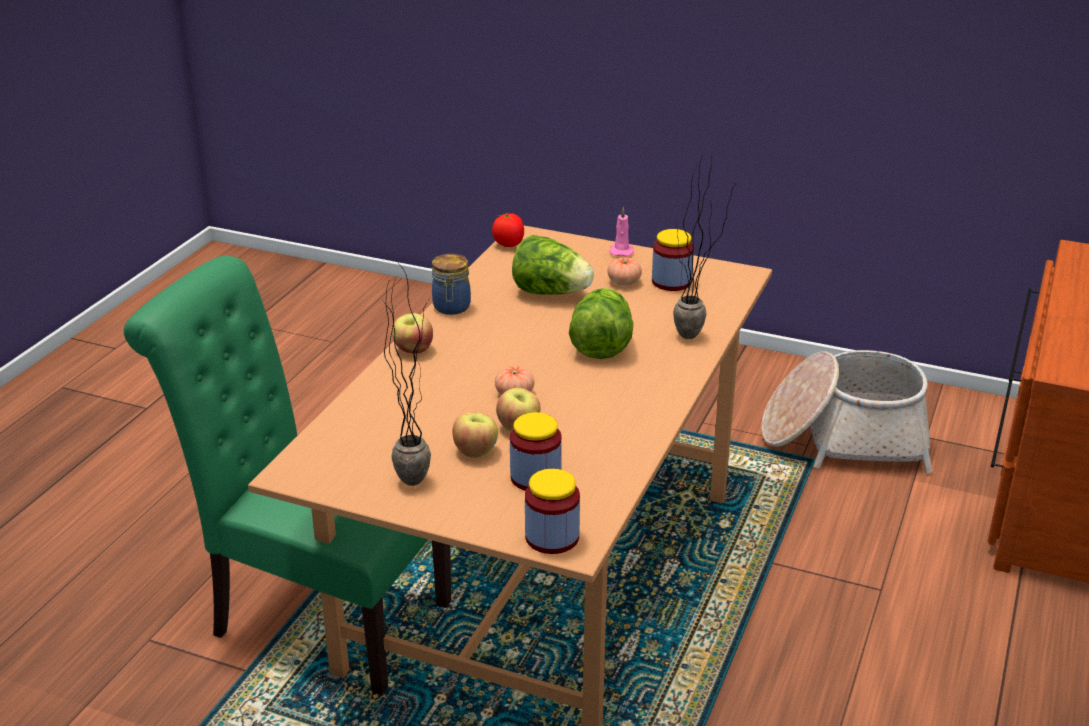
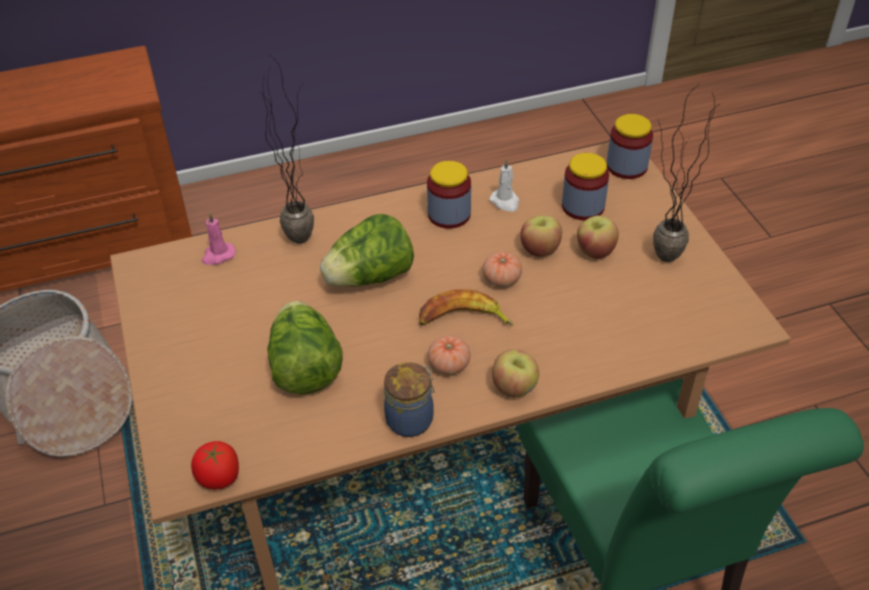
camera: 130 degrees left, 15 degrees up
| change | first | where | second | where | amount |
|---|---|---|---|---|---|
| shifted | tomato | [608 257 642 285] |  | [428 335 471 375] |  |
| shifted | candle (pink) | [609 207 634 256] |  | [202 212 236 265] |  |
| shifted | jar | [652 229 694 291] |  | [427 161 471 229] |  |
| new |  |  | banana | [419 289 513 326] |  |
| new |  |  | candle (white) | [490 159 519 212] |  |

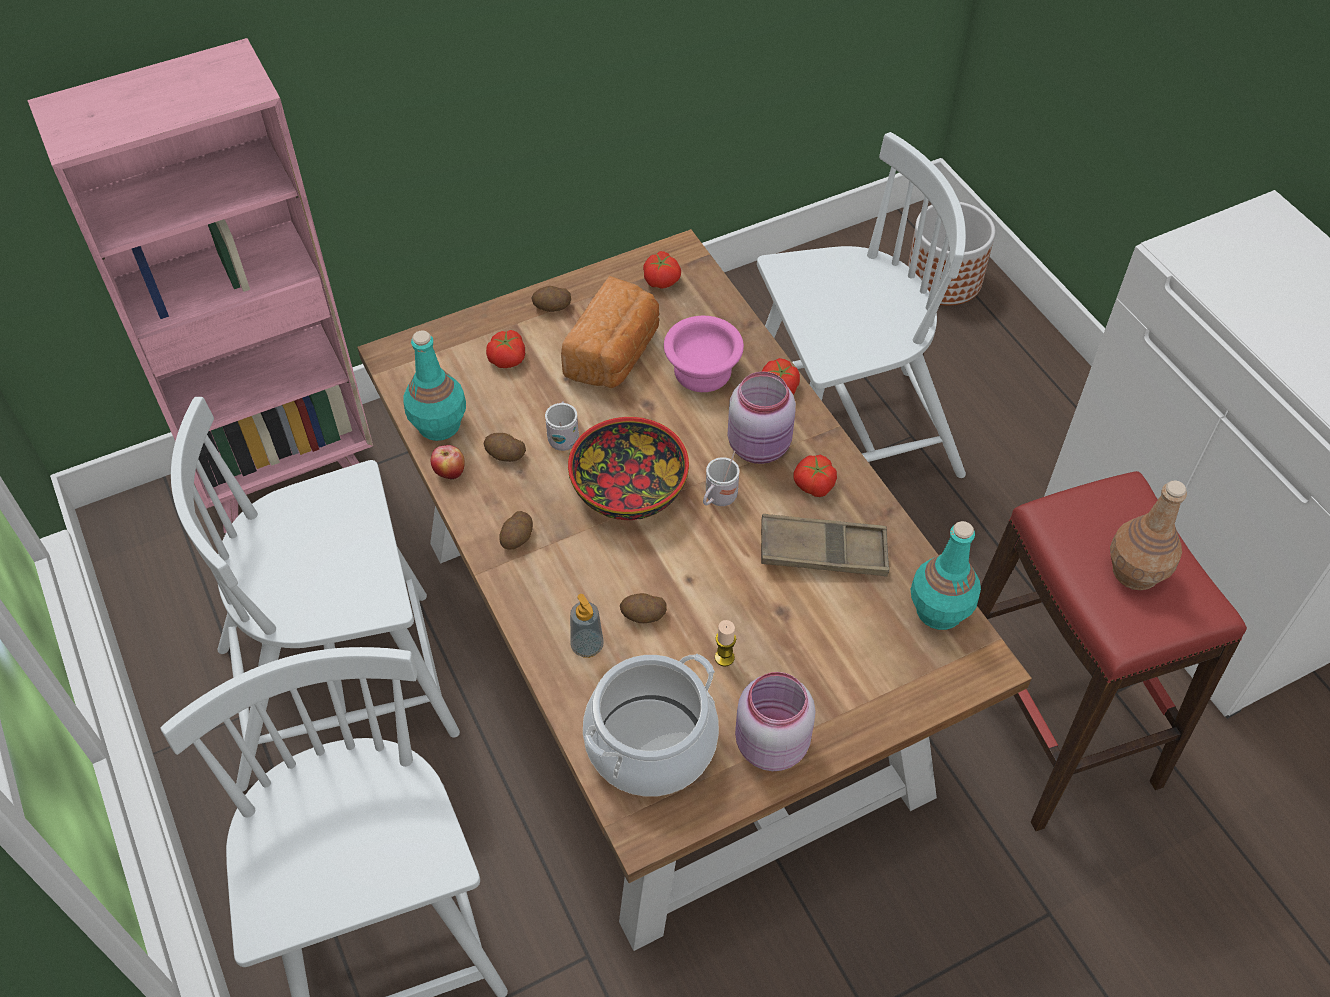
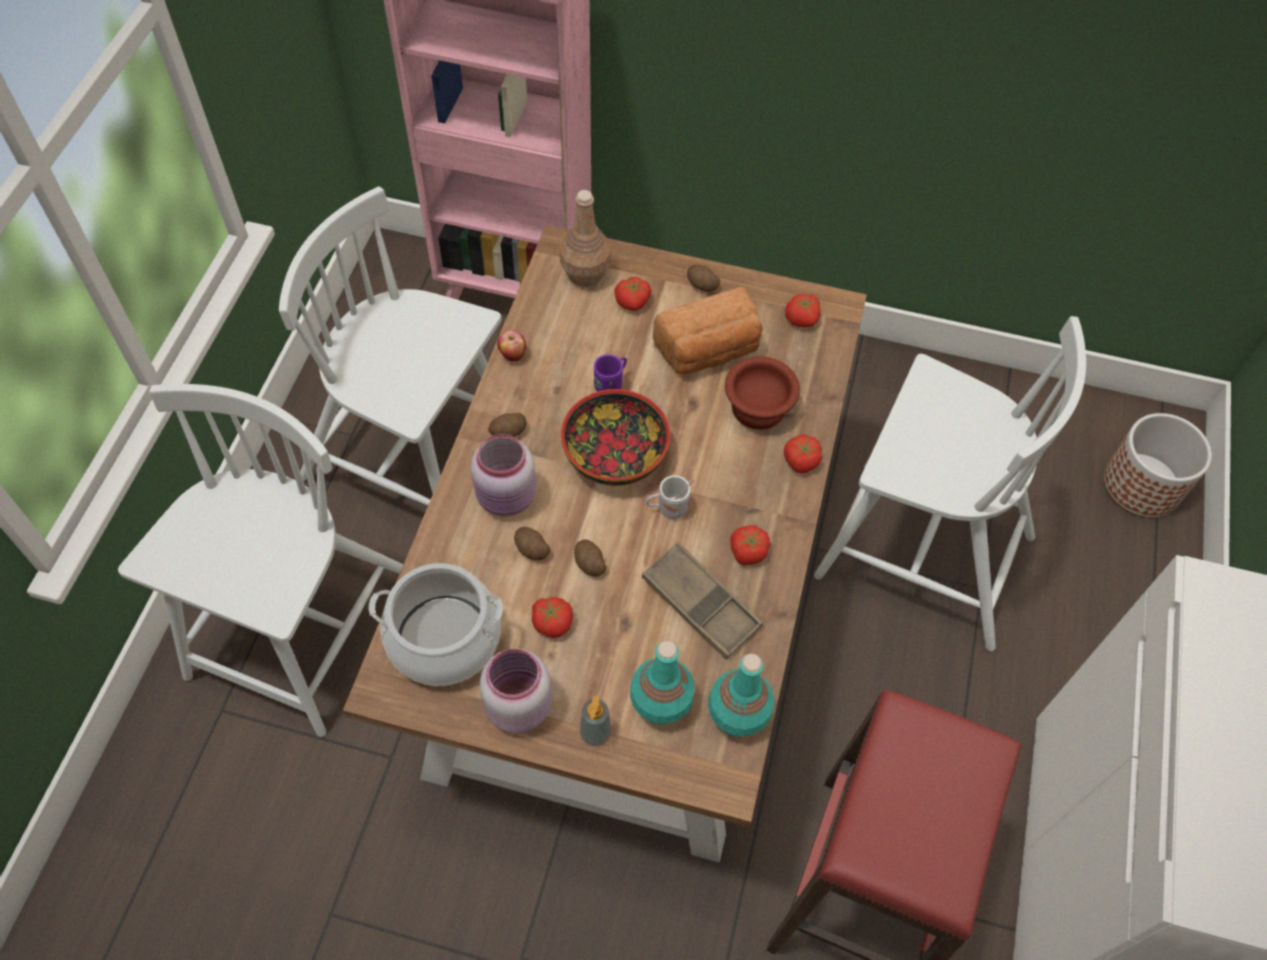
camera: 40 degrees right, 5 degrees up
| change | first | where | second | where | amount |
|---|---|---|---|---|---|
| shifted | bottle (turquoise) | [403 330 466 441] |  | [630 641 695 725] |  |
| shifted | potato | [484 433 526 462] |  | [574 540 606 577] |  |
| repainted | mug (white) | [545 401 579 451] | mug (purple) | [594 354 627 392] |  |
| shifted | soap dispenser | [570 594 604 658] |  | [580 696 611 746] |  |
| repainted | bowl (pink) | [664 316 744 392] | bowl (brown) | [725 356 800 430] |  |
| swapped | candle | [715 620 736 667] | tomato | [532 597 573 638] |  |
| shifted | jar (pink) | [728 371 796 464] |  | [471 434 536 517] |  |
| shifted | bottle (brown) | [1110 480 1187 590] |  | [560 190 611 287] |  |

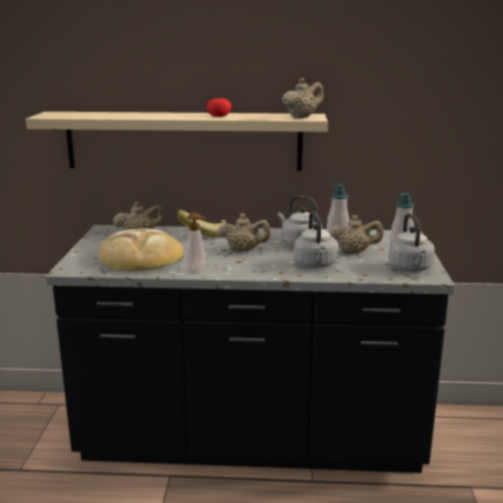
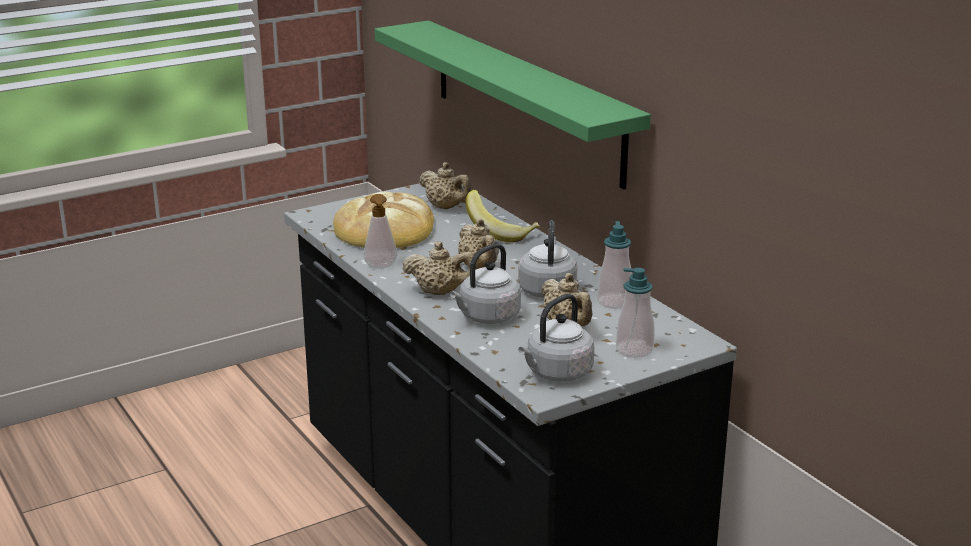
camera: 55 degrees right, 5 degrees up
| change | first | where | second | where | amount |
|---|---|---|---|---|---|
| repainted | shelf (beige) | [26 112 328 171] | shelf (green) | [374 20 651 189] |  |
| gone | tomato | [207 98 232 117] |  |  |  |
| shifted | teapot (beige) | [282 78 324 118] |  | [402 242 478 295] |  |

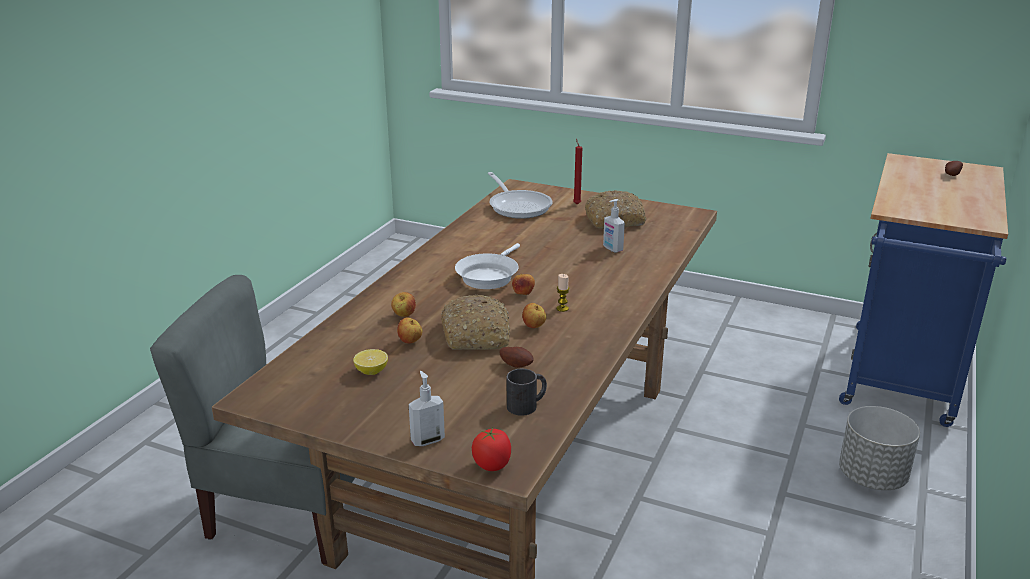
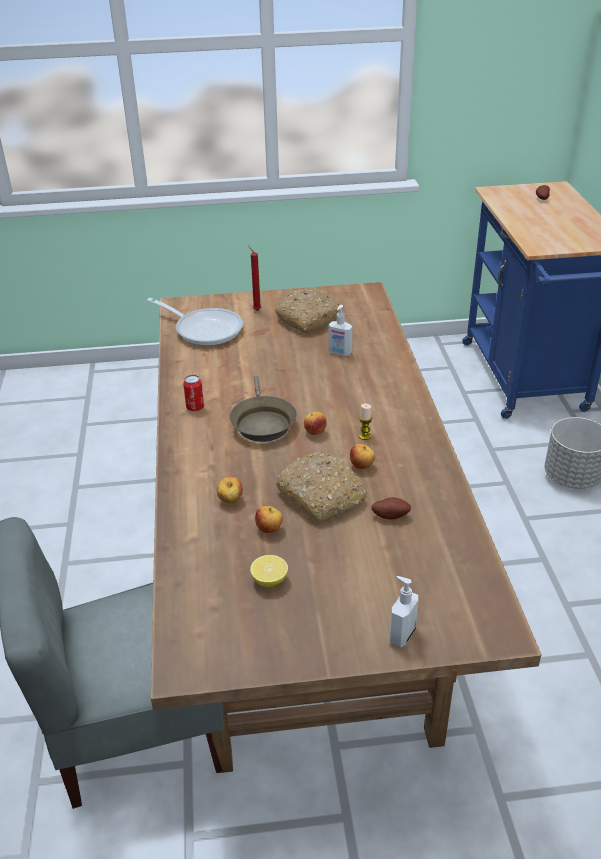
camera: 30 degrees left, 10 degrees up
| change | first | where | second | where | amount |
|---|---|---|---|---|---|
| repainted | frying pan (white) | [455 243 520 289] | frying pan (brown) | [230 375 297 442] |  |
| gone | tomato | [472 428 511 471] |  |  |  |
| gone | mug (black) | [507 369 547 416] |  |  |  |
| new |  |  | can | [183 375 204 411] |  |

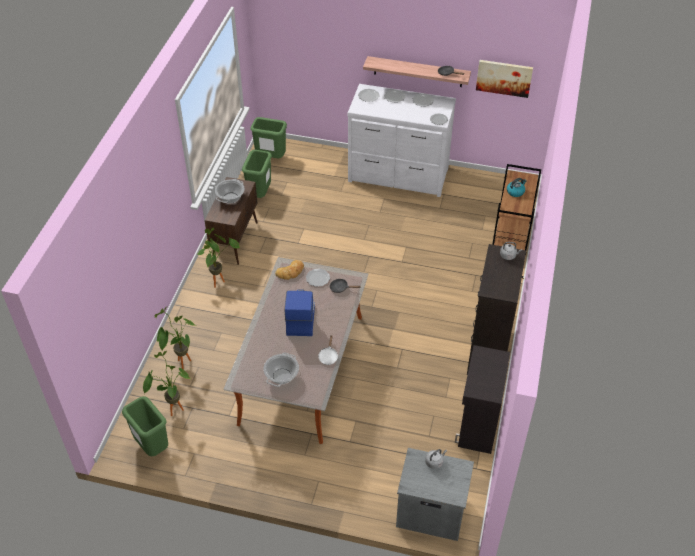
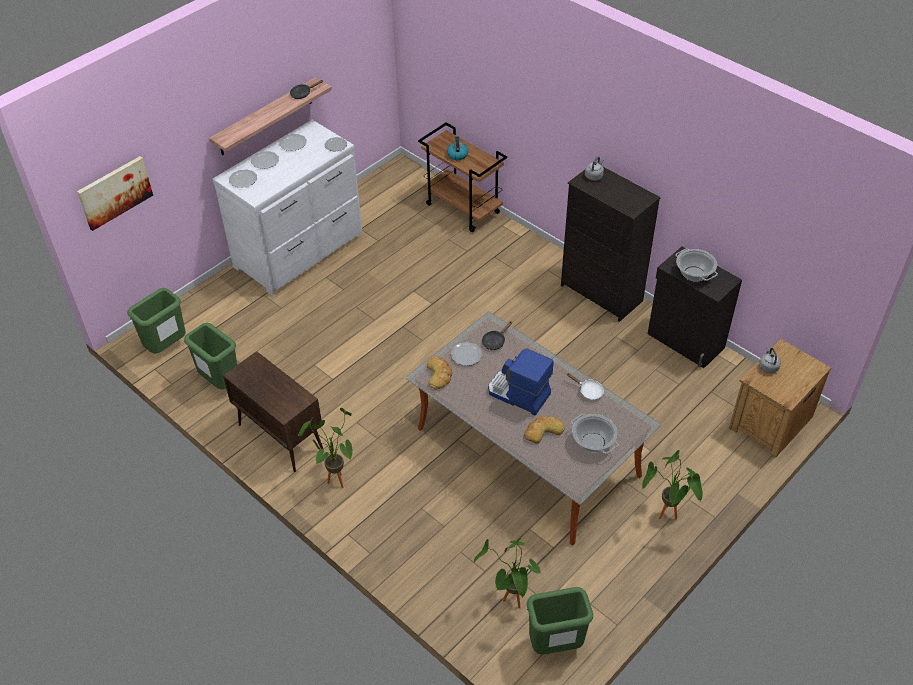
camera: 60 degrees left, 0 degrees up
| change | first | where | second | where | amount |
|---|---|---|---|---|---|
| shifted | potted plant | [154 307 195 369] |  | [642 450 703 519] |  |
| shifted | cooking pot | [215 179 245 203] |  | [675 249 718 282] |  |
| repainted | nightstand (grey) | [396 448 474 541] | nightstand (brown) | [729 339 831 458] |  |
| shifted | picture | [476 60 533 98] |  | [77 156 153 231] |  |
| new |  |  | bread | [524 416 565 444] |  |

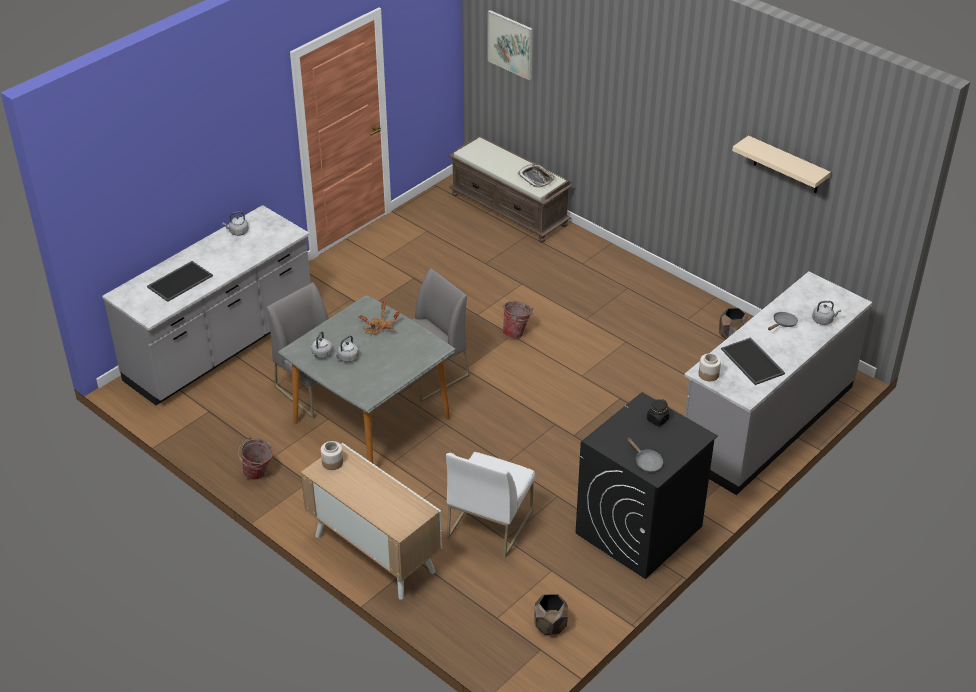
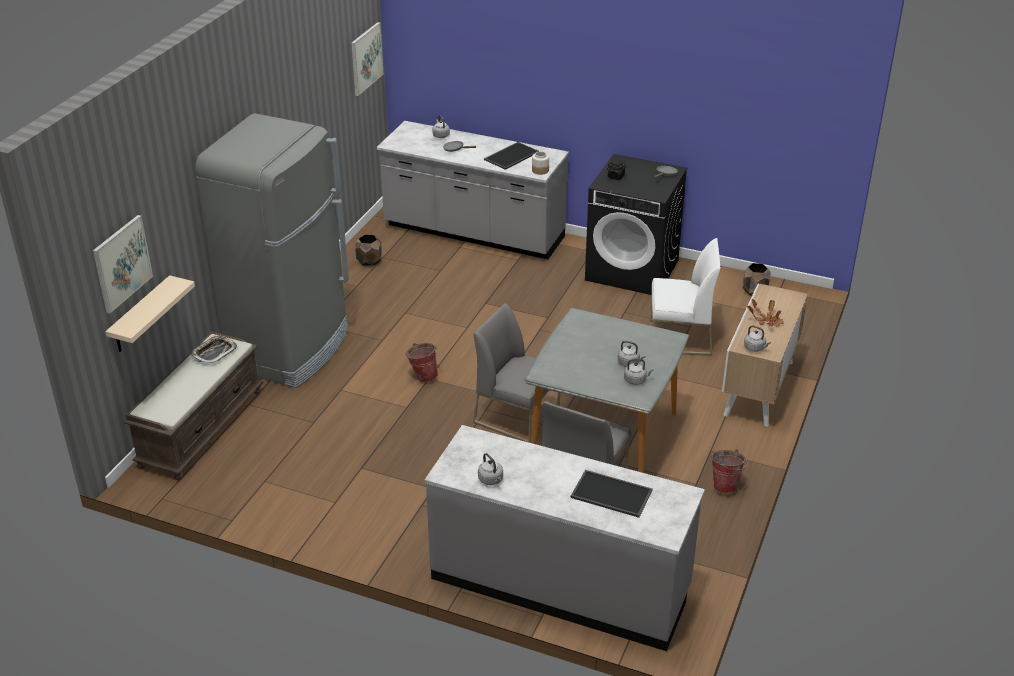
camera: 110 degrees left, 5 degrees down
| change | first | where | second | where | amount |
|---|---|---|---|---|---|
| swapped | jar | [321 441 343 470] | kettle (grey) | [744 325 771 352] |  |
| shifted | potted plant | [359 300 400 335] |  | [747 299 784 327] |  |
| shifted | shelf (beige) | [732 135 831 193] |  | [105 275 195 352] |  |
| new |  |  | fridge (grey) | [195 113 349 388] |  |
| new |  |  | picture | [351 22 383 96] |  |

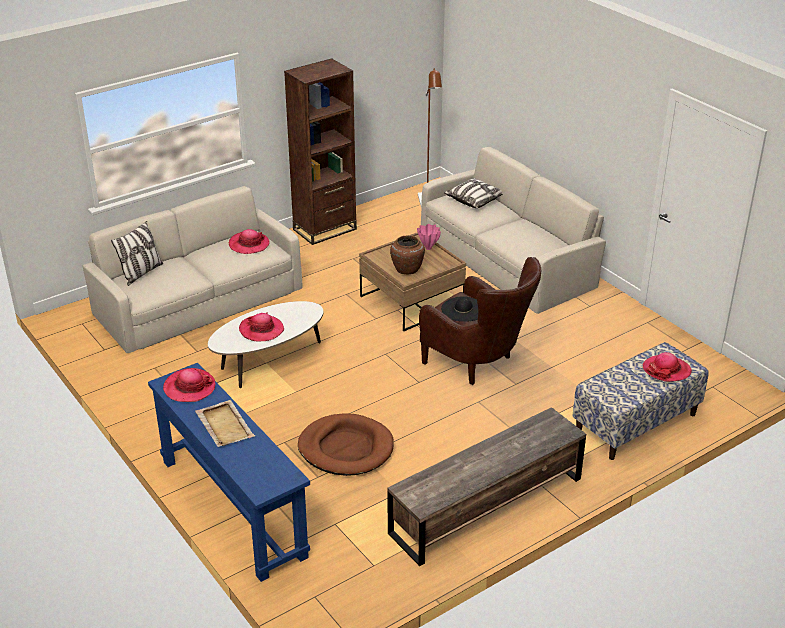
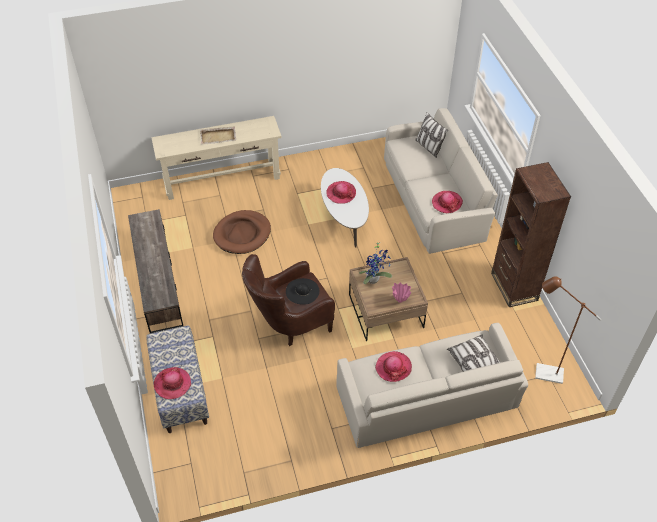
camera: 110 degrees right, 15 degrees up
| change | first | where | second | where | amount |
|---|---|---|---|---|---|
| repainted | console table (blue) | [148 363 310 582] | console table (beige) | [151 116 282 200] |  |
| shifted | hat | [163 368 216 402] |  | [375 351 412 382] |  |
| swapped | vase (brown) | [390 236 425 274] | potted plant | [359 241 392 284] |  |

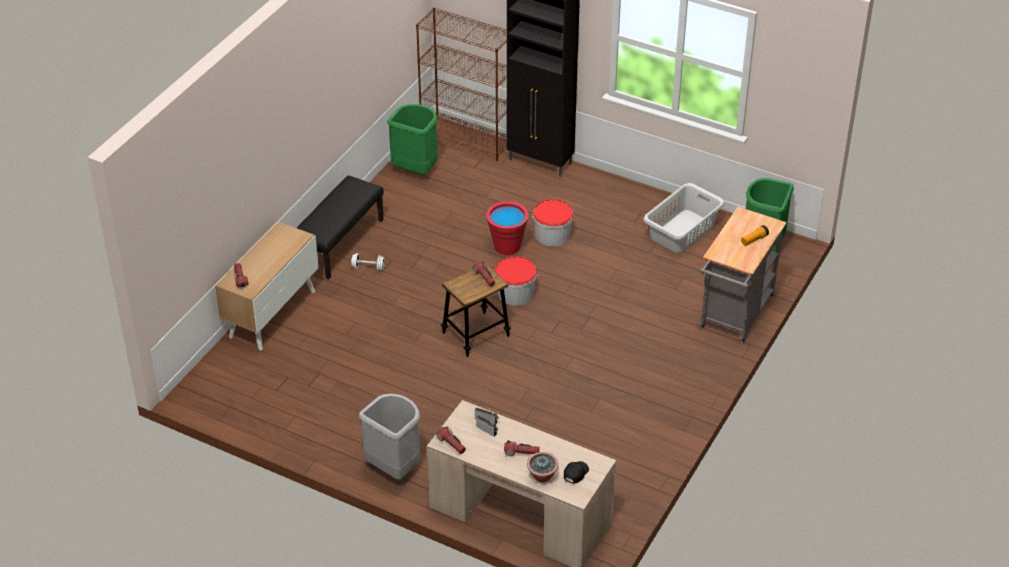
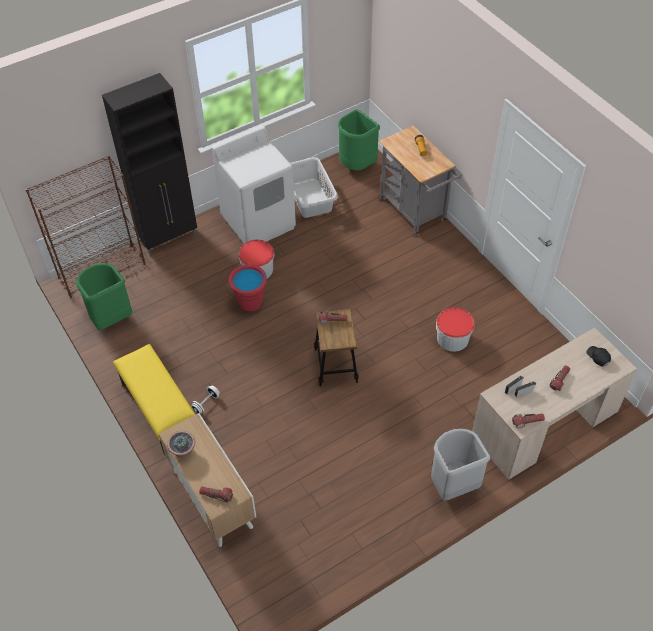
camera: 60 degrees left, 10 degrees up
| change | first | where | second | where | amount |
|---|---|---|---|---|---|
| repainted | bench (black) | [297 175 384 279] | bench (yellow) | [113 344 195 455] |  |
| shifted | bucket | [495 256 537 306] |  | [436 307 475 352] |  |
| shifted | potted plant | [527 452 558 482] |  | [167 431 195 457] |  |
| new |  |  | washing machine (white) | [212 125 296 243] |  |

